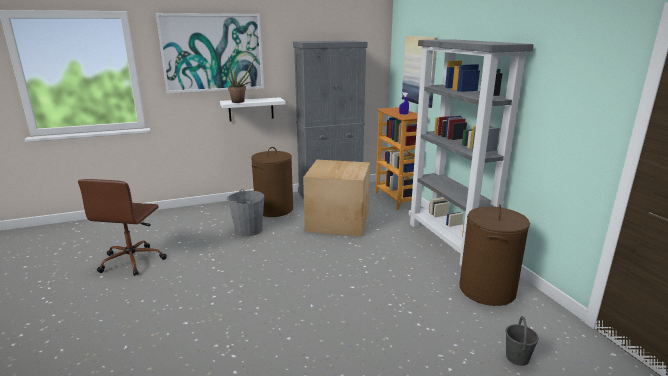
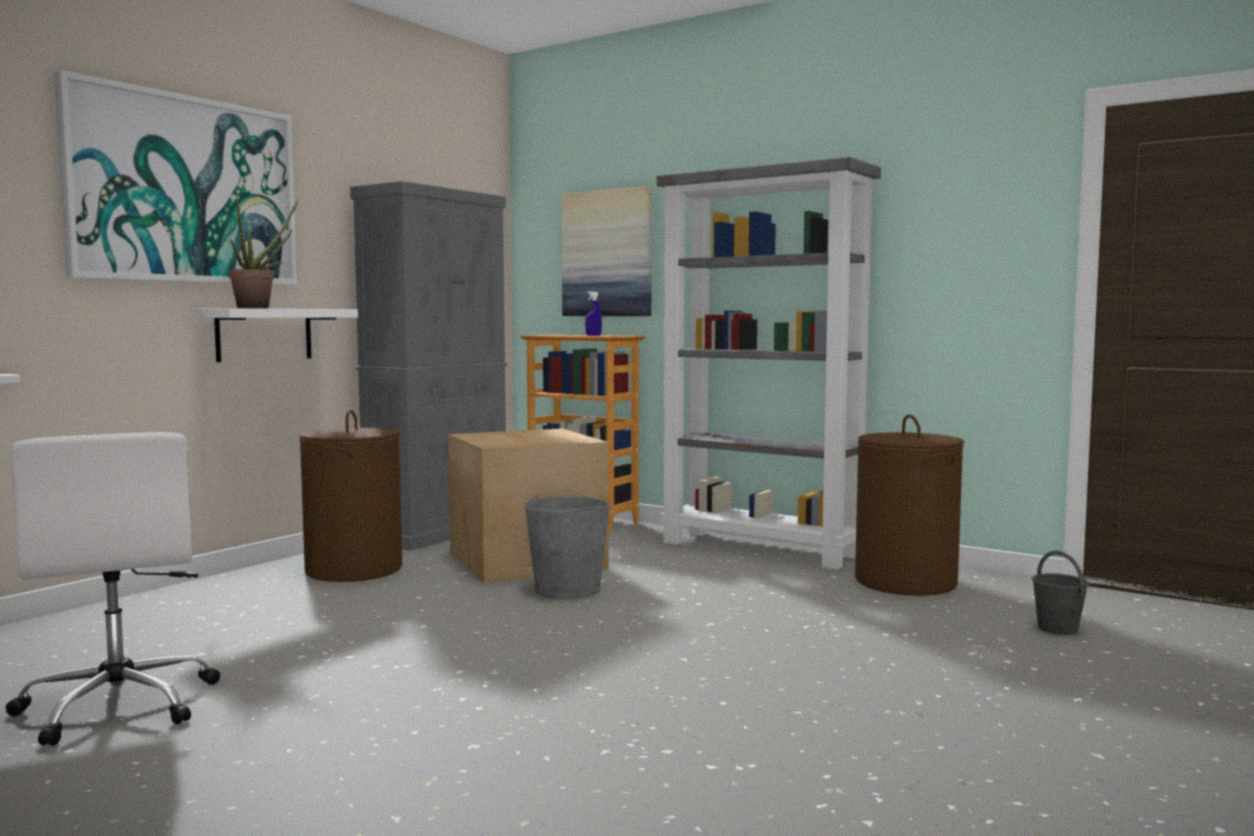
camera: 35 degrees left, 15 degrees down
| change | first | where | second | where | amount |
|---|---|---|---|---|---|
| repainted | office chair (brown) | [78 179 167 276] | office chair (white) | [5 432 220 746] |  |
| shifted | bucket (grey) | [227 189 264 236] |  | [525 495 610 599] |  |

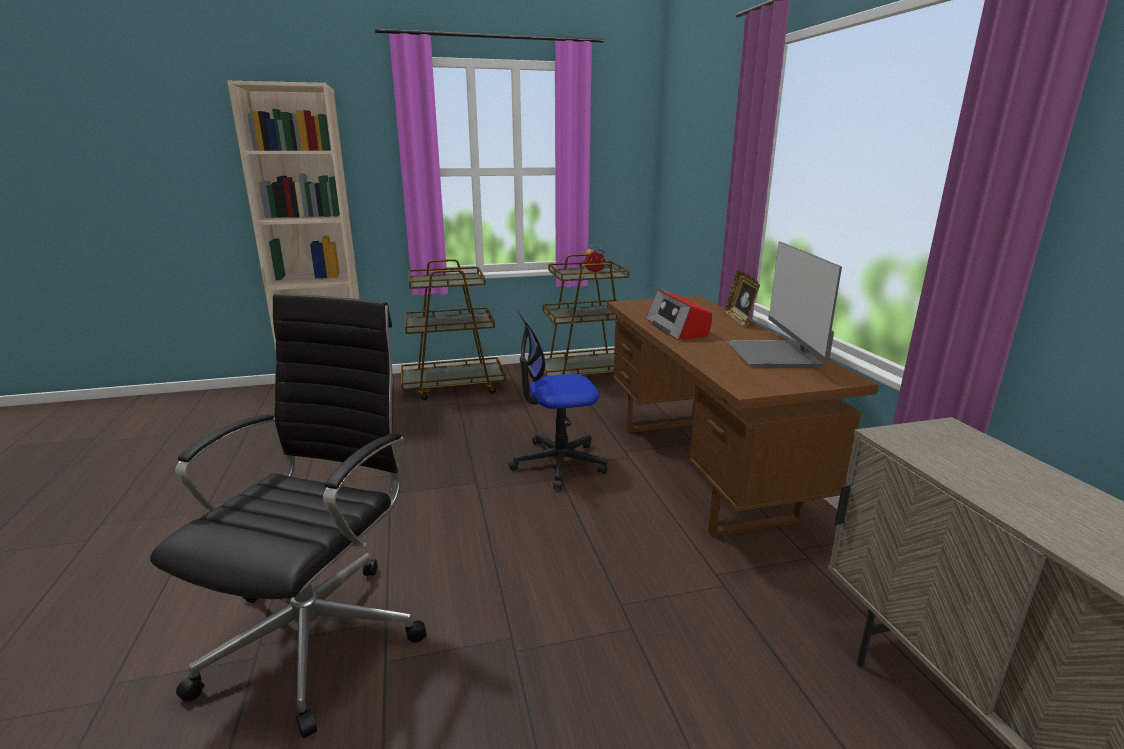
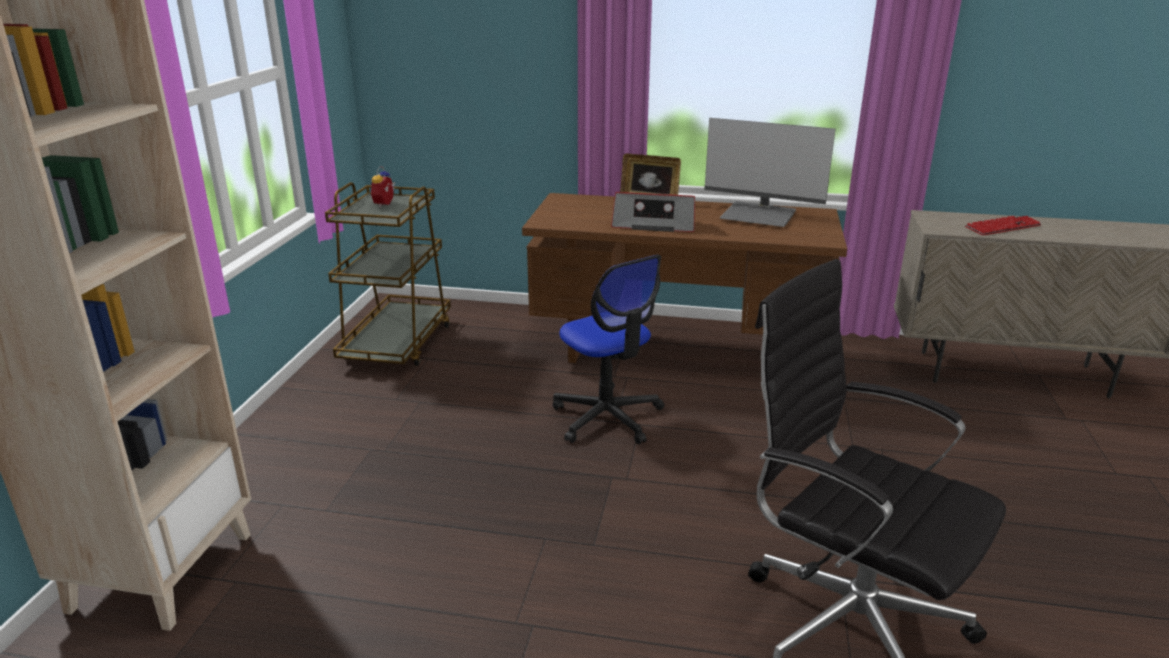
camera: 65 degrees left, 5 degrees up
| change | first | where | second | where | amount |
|---|---|---|---|---|---|
| gone | cart (brown) | [401 259 506 400] |  |  |  |
| rotated | office chair | [508 310 607 489] |  | [553 255 664 444] | 45 degrees counterclockwise |
| new |  |  | keyboard | [965 216 1041 235] |  |

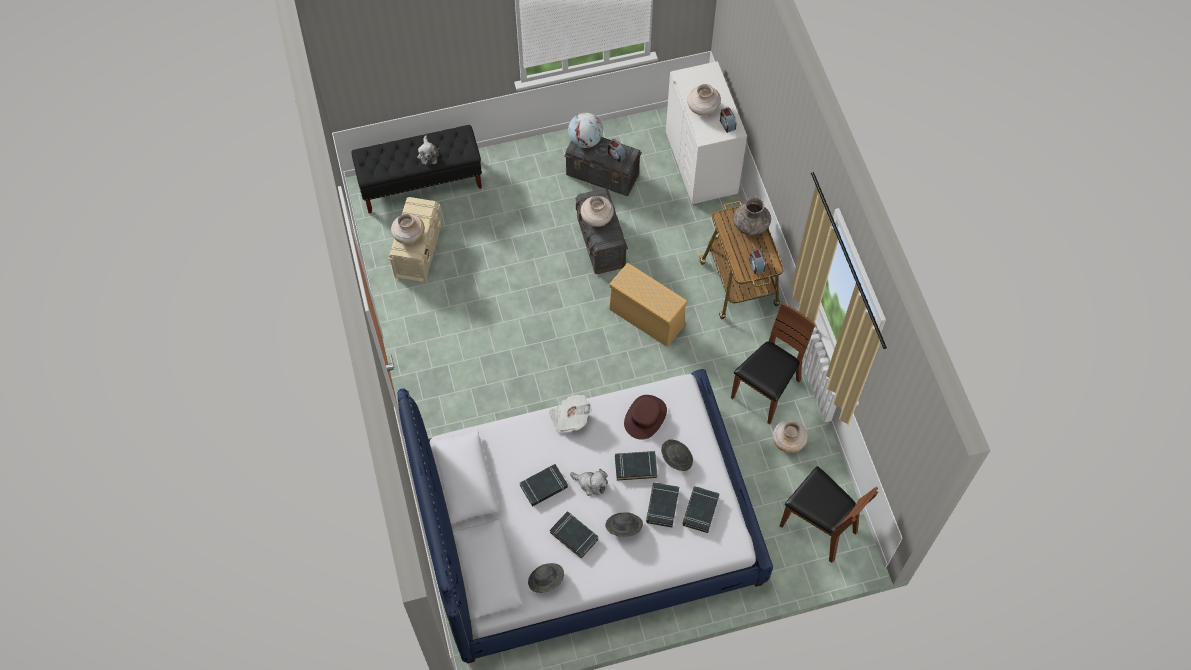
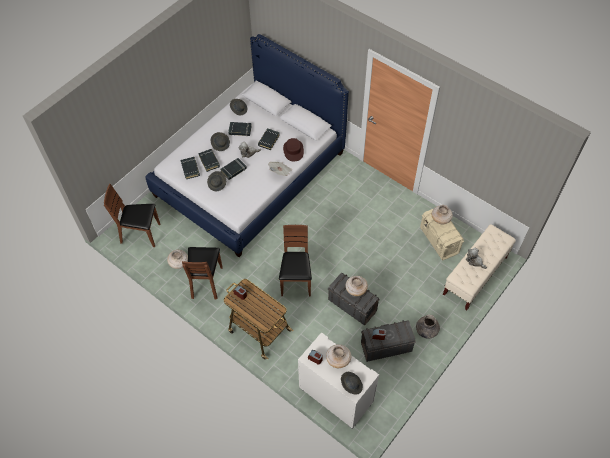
camera: 145 degrees right, 5 degrees down
| change | first | where | second | where | amount |
|---|---|---|---|---|---|
| repainted | bench (black) | [351 125 482 213] | bench (beige) | [443 225 516 310] |  |
| gone | globe | [568 113 603 148] |  |  |  |
| swapped | storage box (beige) | [609 263 687 347] | chair (brown) | [279 225 312 297] |  |
| shifted | hat (brown) | [624 395 667 440] |  | [283 138 304 162] |  |
| shifted | vase (grey) | [734 196 771 236] |  | [416 315 440 339] |  |
| new |  |  | hat (grey) | [341 372 363 395] |  |

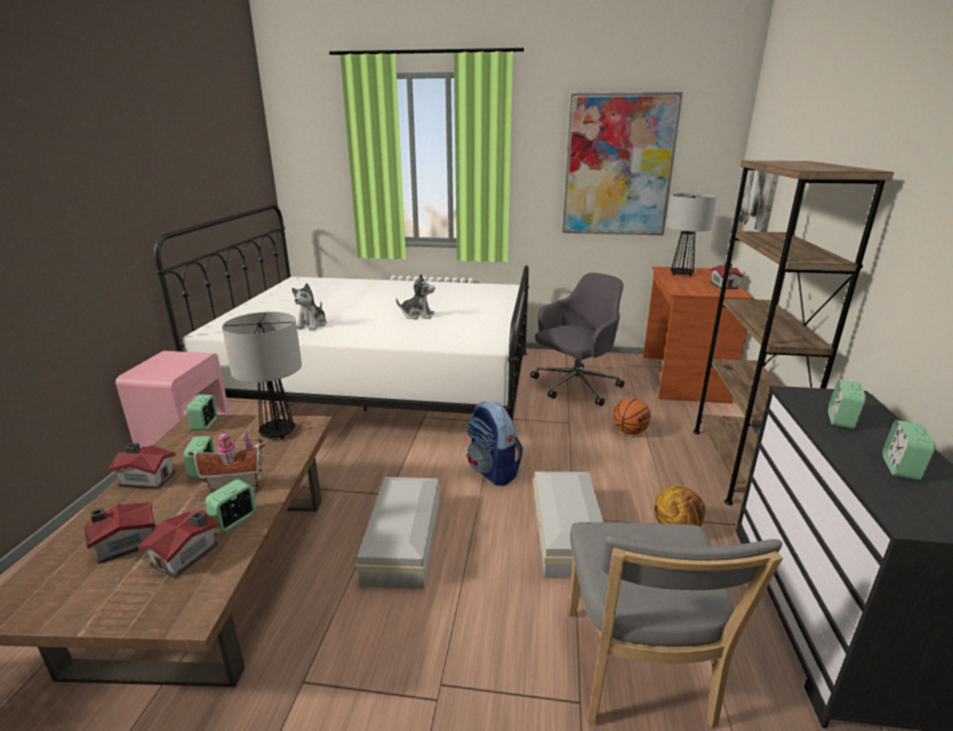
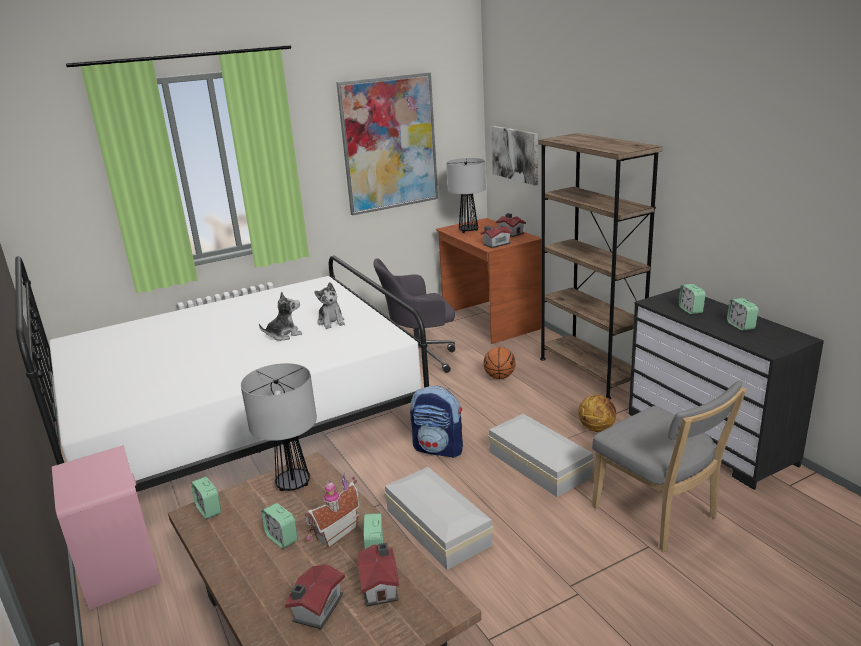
camera: 35 degrees left, 0 degrees up
| change | first | where | second | where | amount |
|---|---|---|---|---|---|
| shifted | toy house | [108 443 176 489] |  | [481 226 513 248] |  |
| shifted | plush toy | [292 283 327 331] |  | [314 282 345 329] |  |
| rotated | office chair (grey) | [530 273 625 406] |  | [374 258 455 373] | 120 degrees counterclockwise |

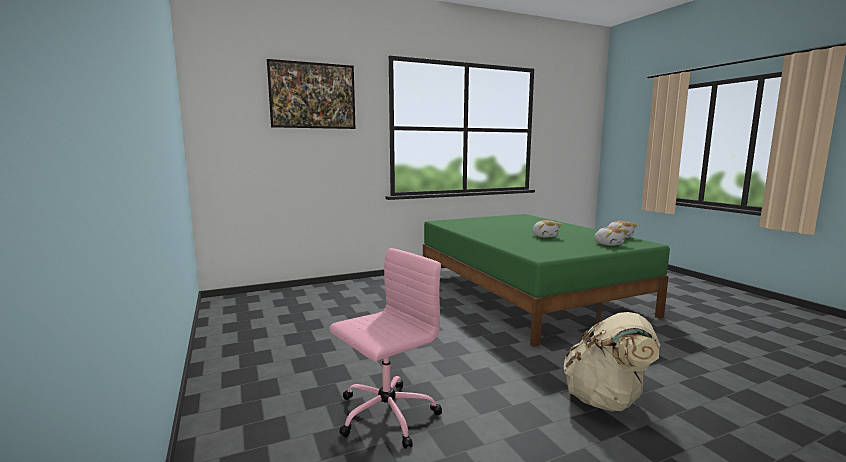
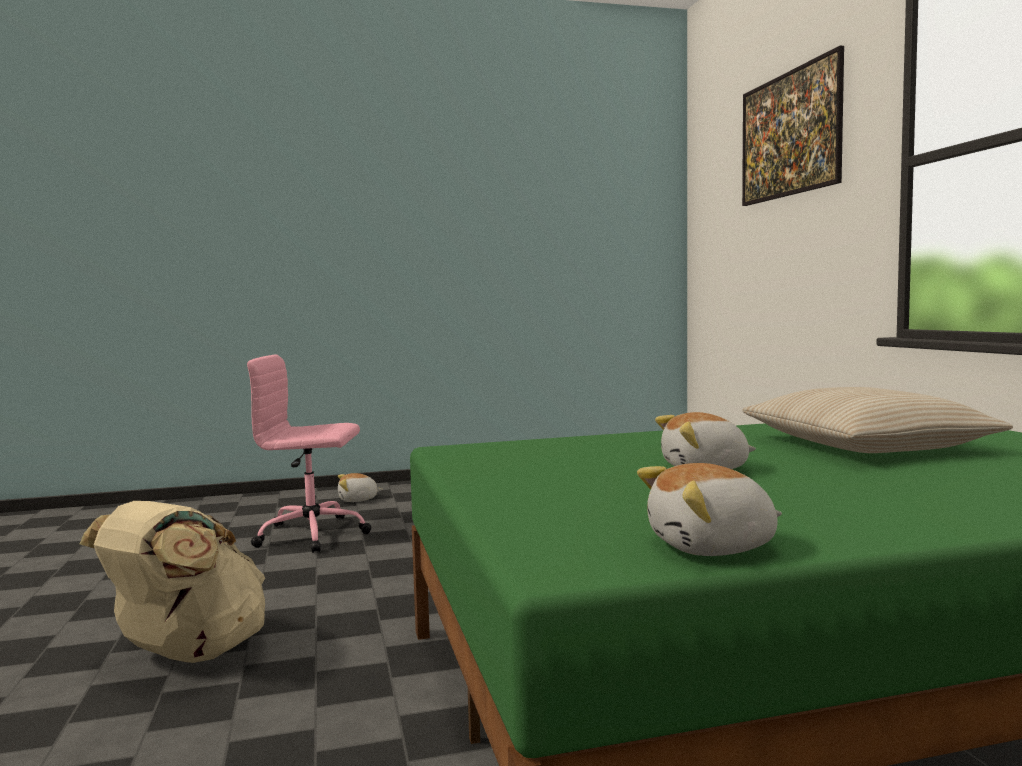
camera: 100 degrees right, 5 degrees down
| change | first | where | second | where | amount |
|---|---|---|---|---|---|
| rotated | office chair (pink) | [330 248 442 449] |  | [247 355 372 553] | 120 degrees clockwise |
| shifted | plush toy | [594 227 629 246] |  | [338 473 383 502] |  |
| new |  |  | pillow (beige) | [742 387 1013 453] |  |

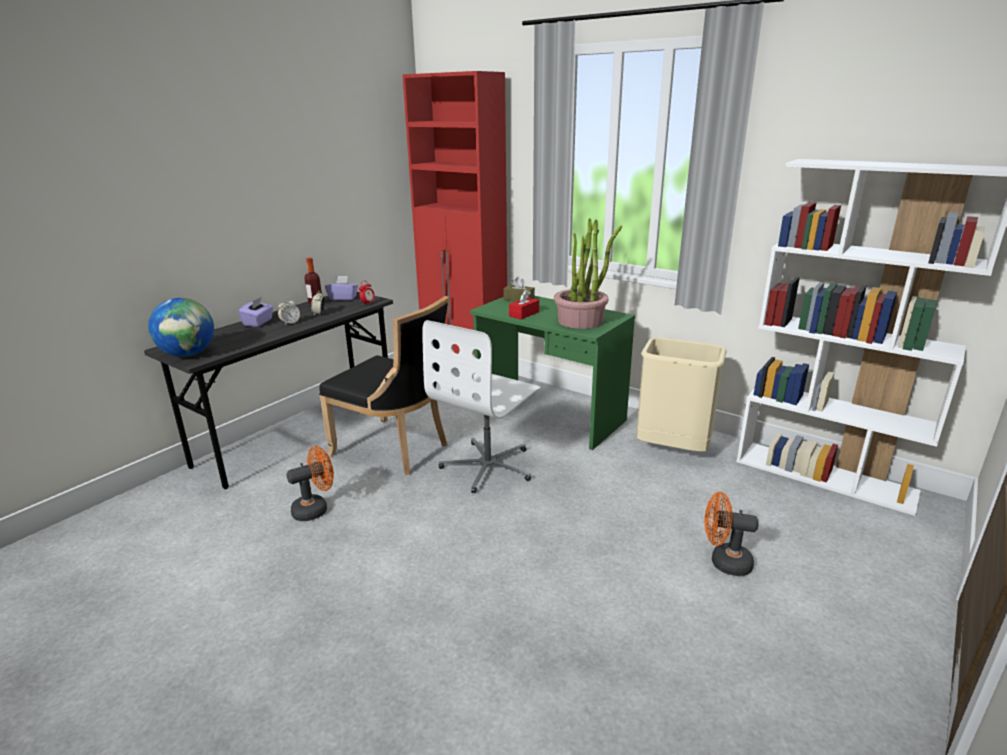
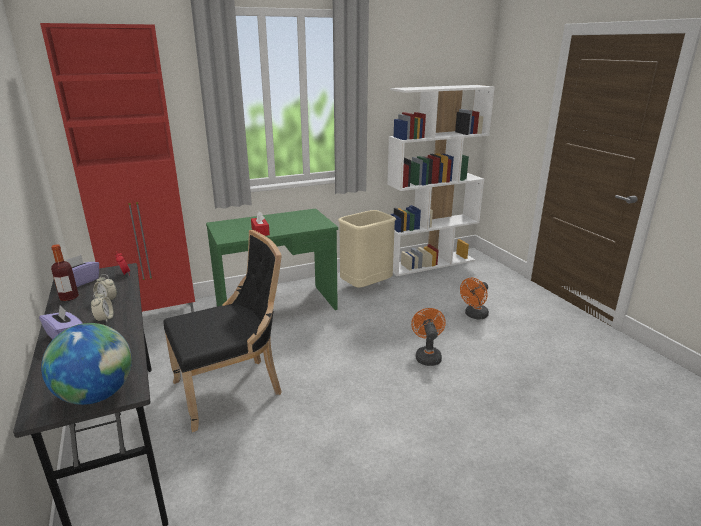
camera: 60 degrees left, 0 degrees up
| change | first | where | second | where | amount |
|---|---|---|---|---|---|
| shifted | fan (orange) | [286 446 334 521] |  | [411 308 446 366] |  |
| gone | office chair (white) | [422 320 541 493] |  |  |  |
| gone | tissue box (brown) | [503 277 535 301] |  |  |  |
| gone | potted plant | [554 218 622 329] |  |  |  |

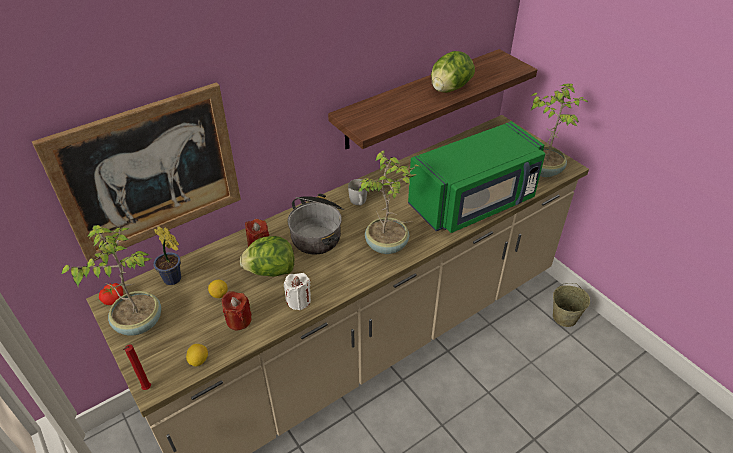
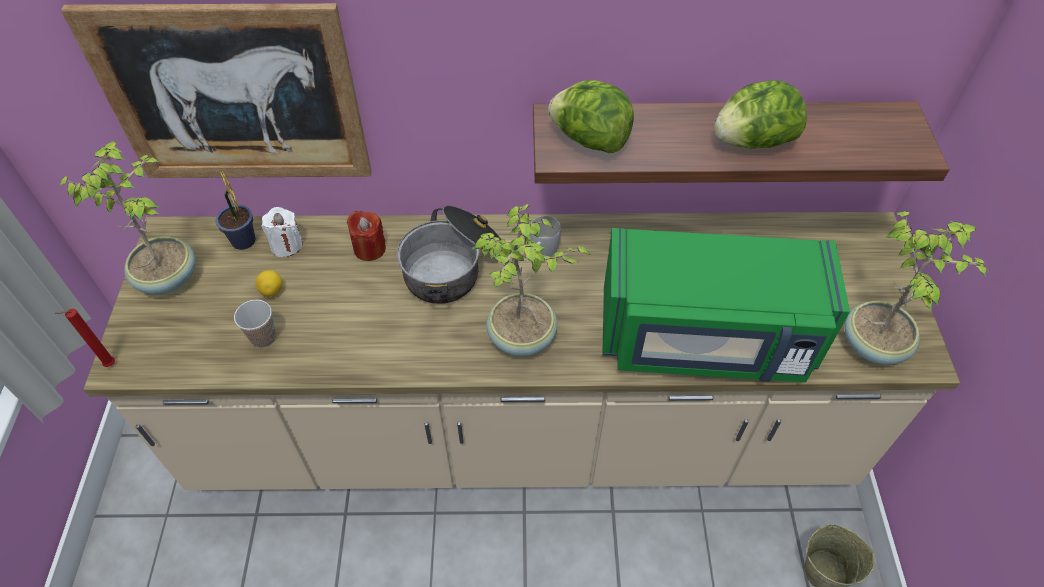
camera: 35 degrees right, 10 degrees up
| change | first | where | second | where | amount |
|---|---|---|---|---|---|
| gone | tomato | [99 283 123 305] |  |  |  |
| gone | lemon | [186 344 208 367] |  |  |  |
| swapped | candle (red) | [222 291 252 330] | cup | [234 300 276 348] |  |
| shifted | lettuce | [240 236 294 277] |  | [548 80 634 153] |  |
| shifted | candle (white) | [284 273 311 310] |  | [262 207 303 257] |  |

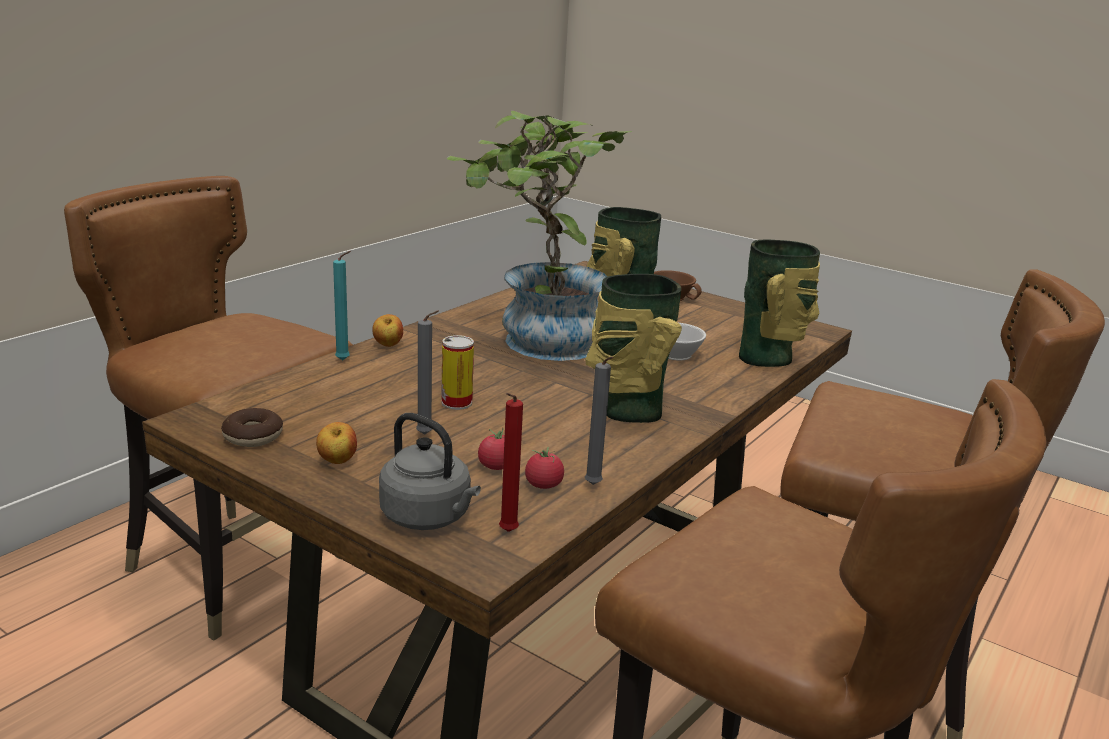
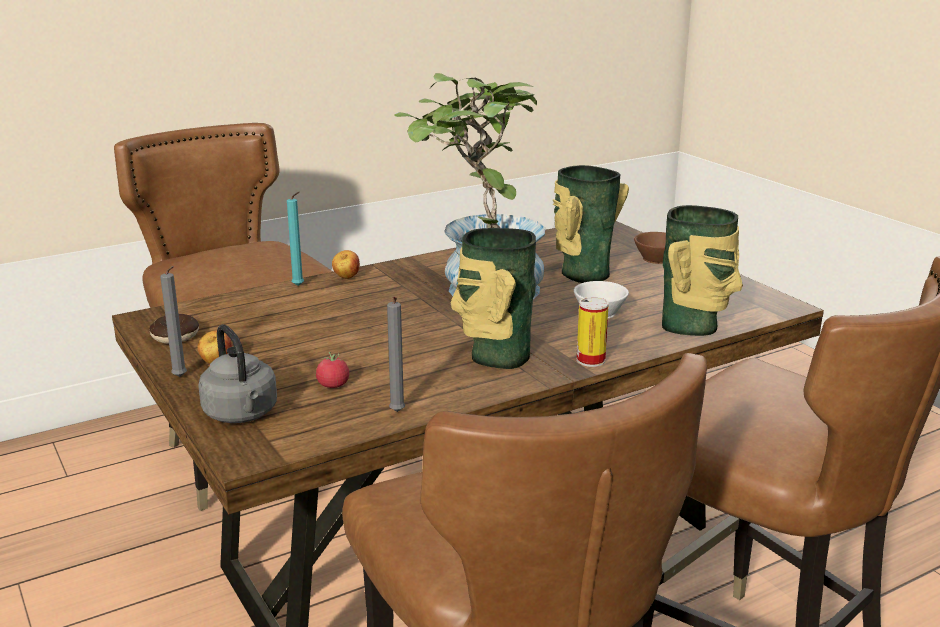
camera: 25 degrees right, 0 degrees up
| change | first | where | second | where | amount |
|---|---|---|---|---|---|
| shifted | candle (grey) | [416 310 439 435] |  | [160 266 187 377] |  |
| shifted | can | [441 335 474 410] |  | [576 297 609 367] |  |
| gone | candle (red) | [499 393 523 532] |  |  |  |
| gone | tomato | [525 447 564 489] |  |  |  |

